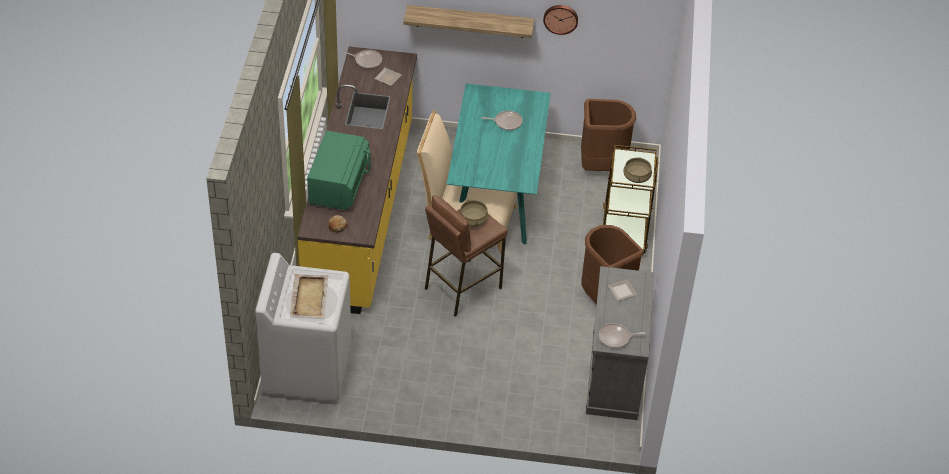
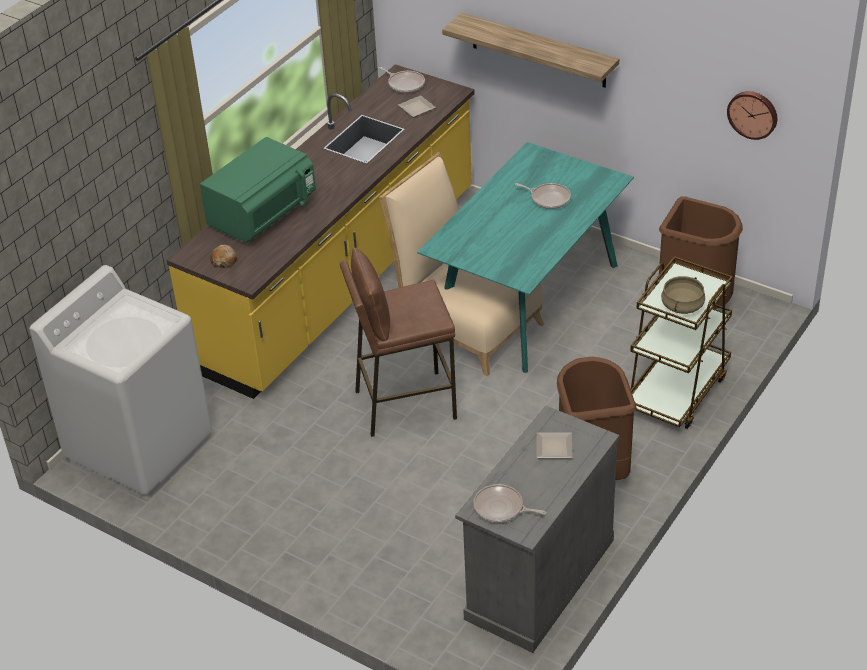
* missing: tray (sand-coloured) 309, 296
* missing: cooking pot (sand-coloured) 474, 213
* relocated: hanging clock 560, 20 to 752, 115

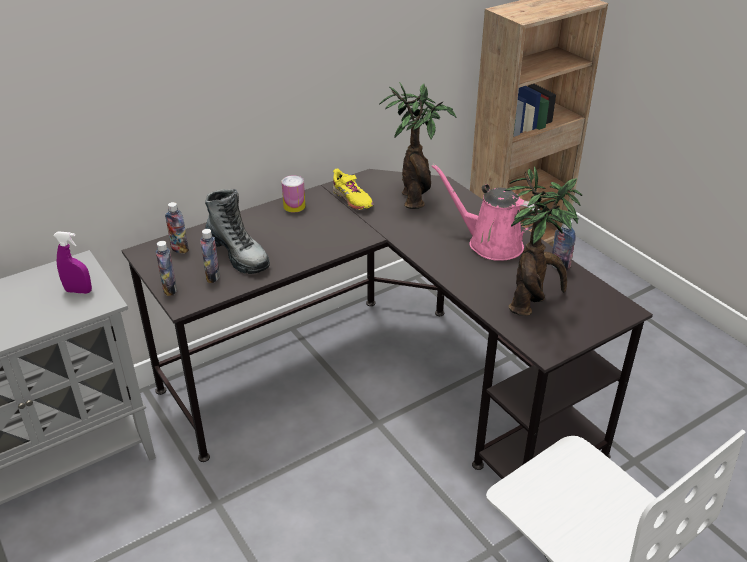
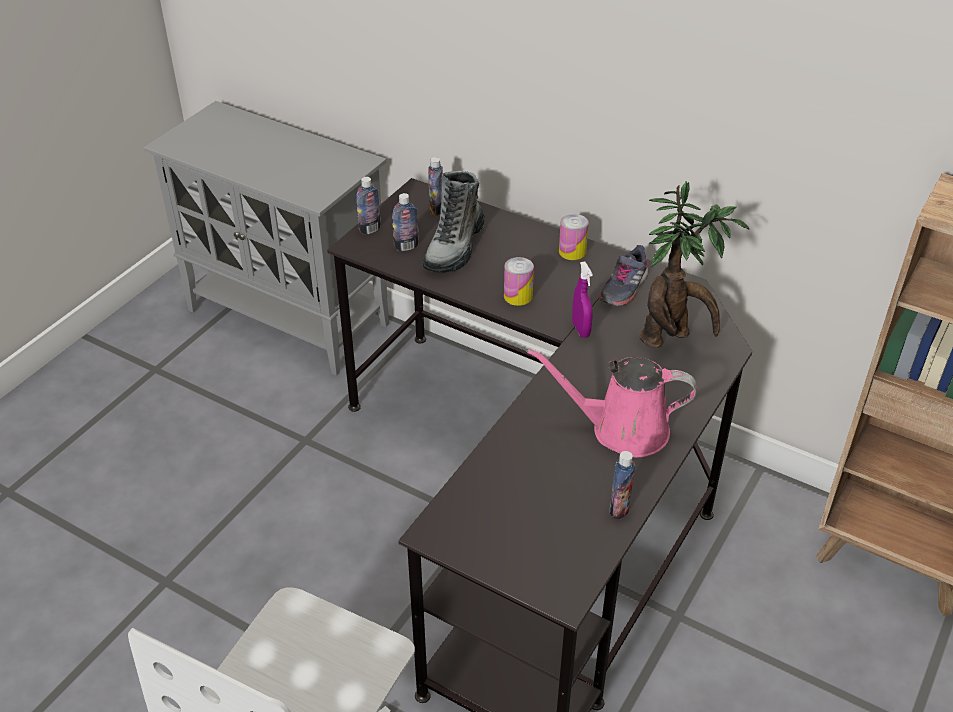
* relocated: spray bottle (purple-coloured) 72, 262 to 582, 299
* colour: shoe (yellow) 353, 189 to shoe (greyish) 623, 275
* spun: sprinkling can (pinkish) 486, 212 = 612, 402 90 degrees counterclockwise
* missing: plant in a pot 543, 241
* appeared: metal can 519, 281

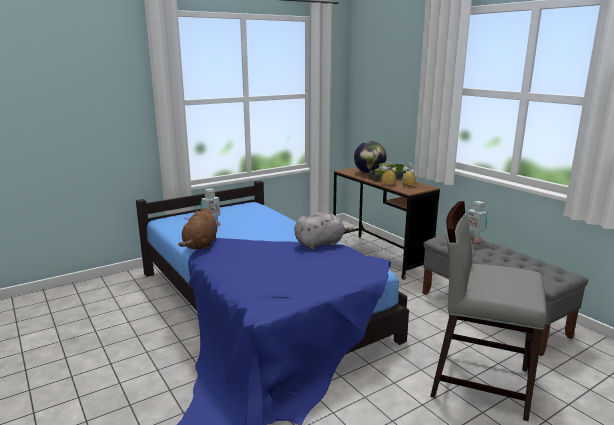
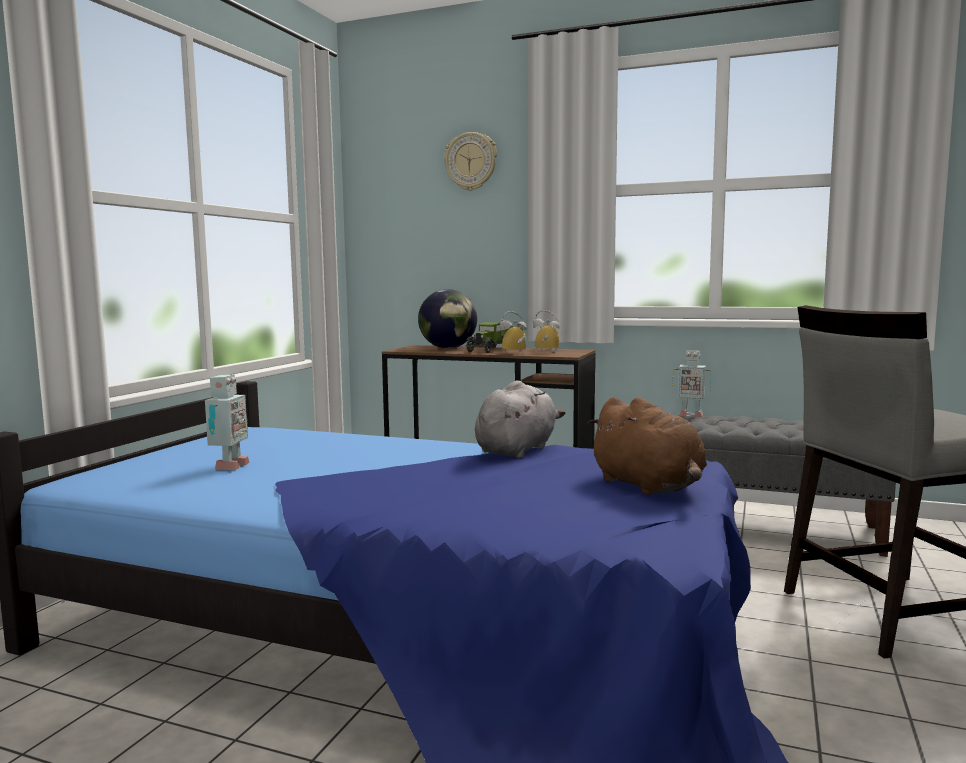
* relocated: cuddly toy (brownish) 197, 228 to 647, 446
* appeared: hanging clock 470, 161

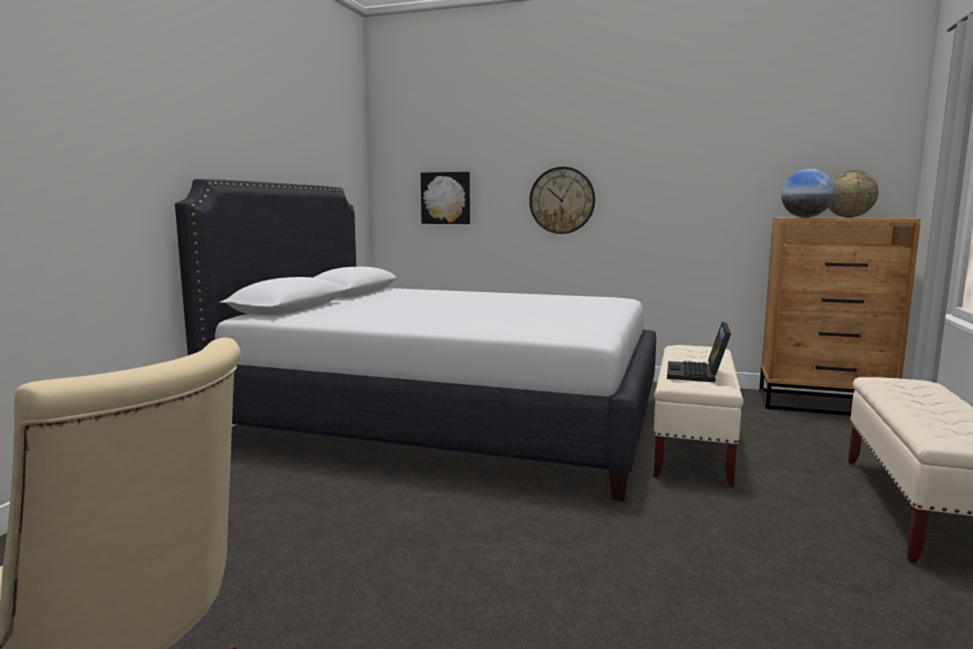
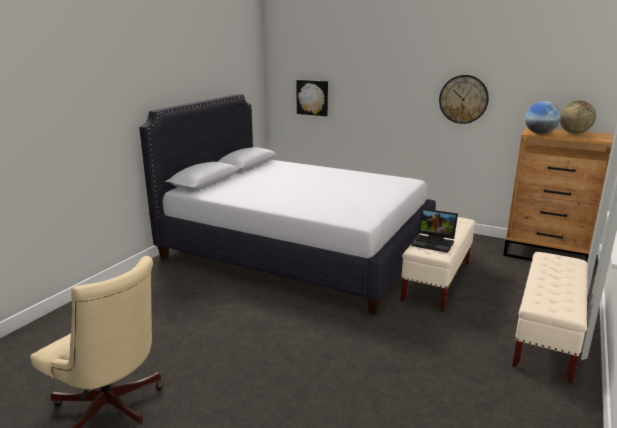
* relocated: hanging clock 562, 200 to 464, 99
* spun: notebook computer 699, 352 = 434, 230 90 degrees counterclockwise

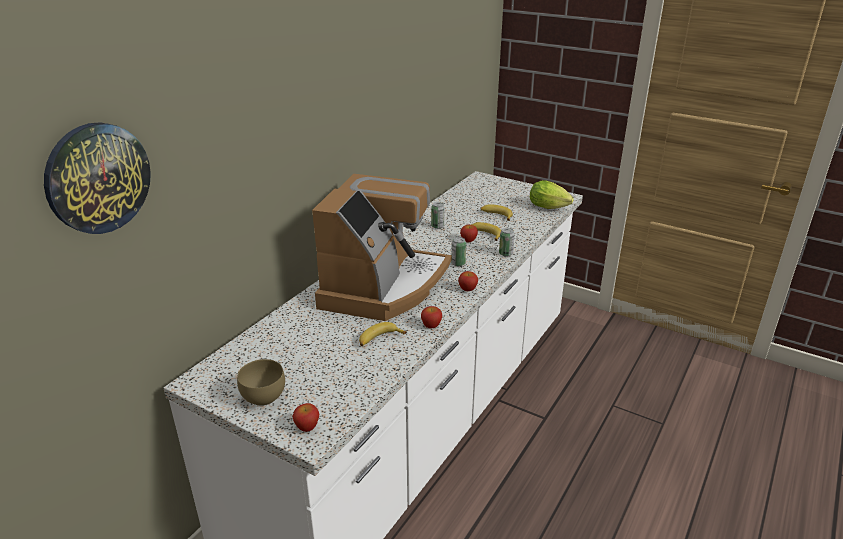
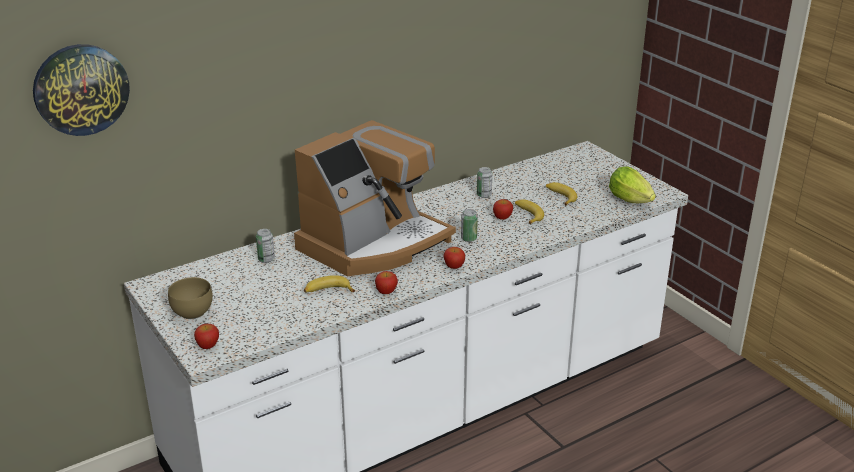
* relocated: metal can 507, 242 to 265, 246

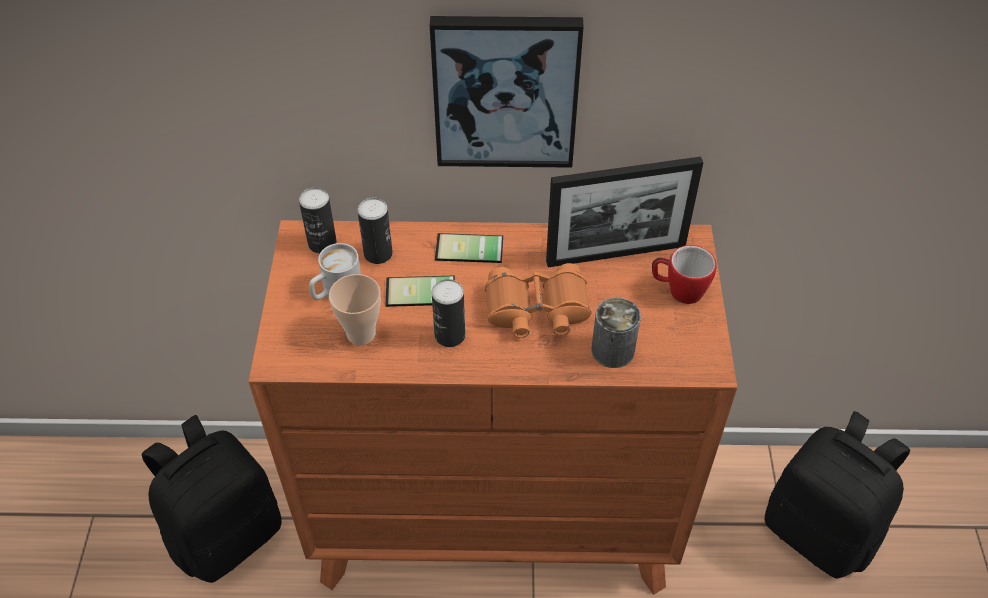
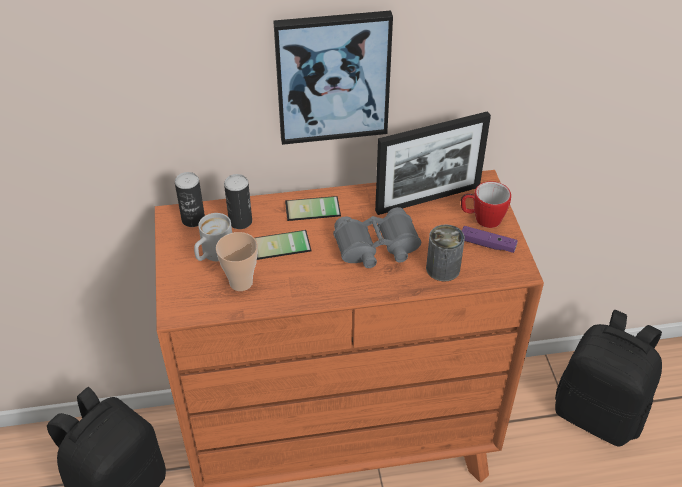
* missing: metal can 448, 313
* colour: binoculars (orangey) 538, 300 to binoculars (greyish) 377, 237
* appeared: joypad (purple-coloured) 490, 239

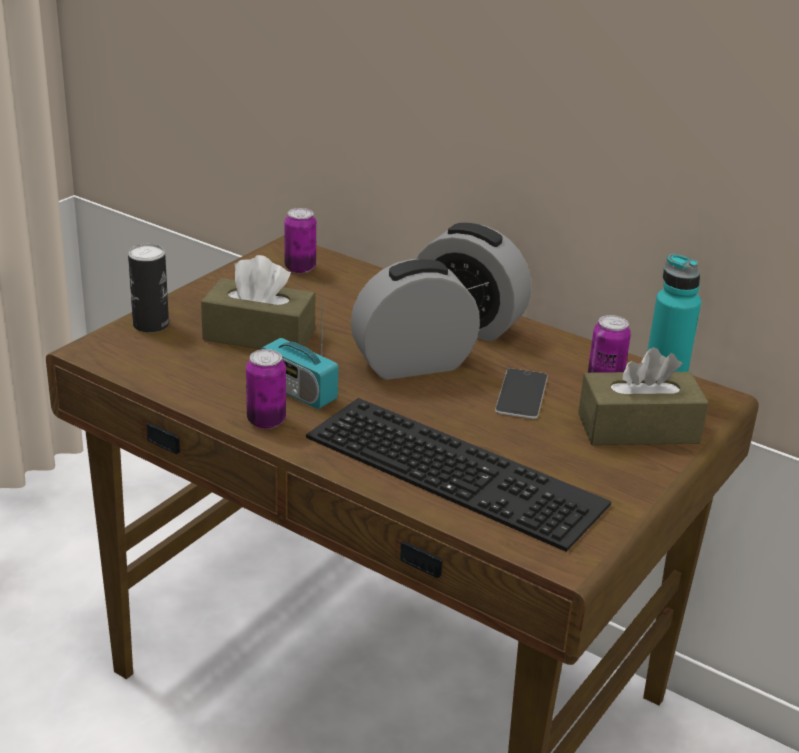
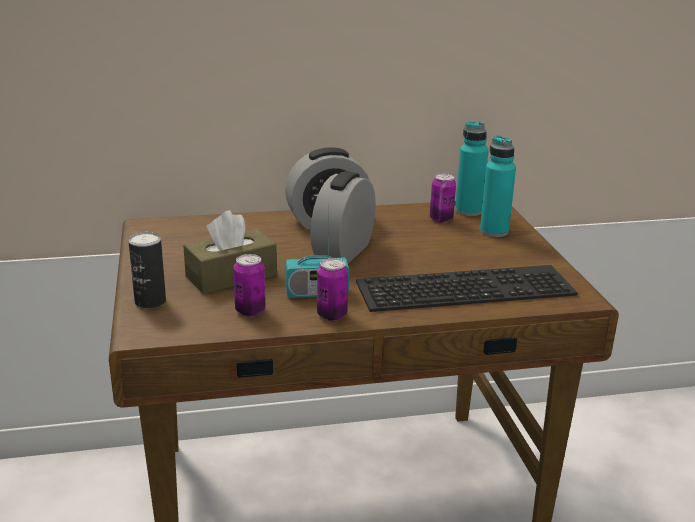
* relocated: metal can 301, 240 to 249, 285
* missing: handset 521, 393
* exchanged: tissue holder (brownish) 643, 396 to beverage bottle (blue-green) 498, 186

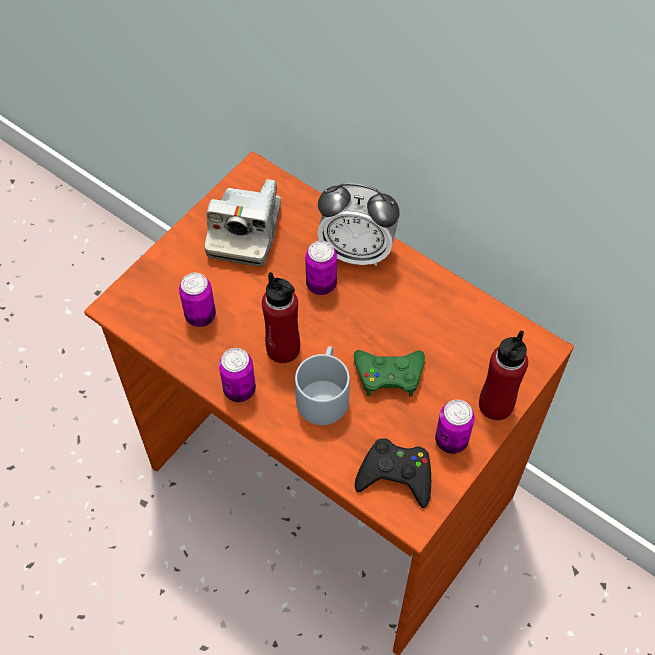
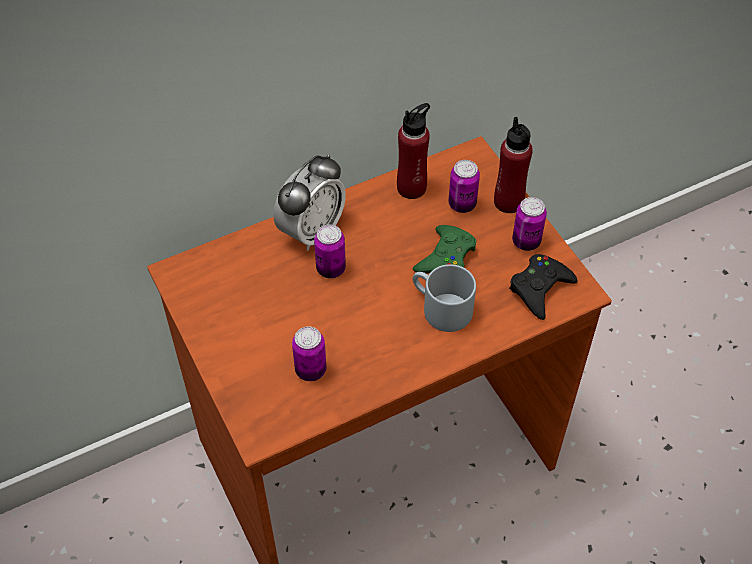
* missing: still camera 243, 223
* relocated: metal can 237, 375 to 464, 186
* relocated: beverage bottle (reddish) 281, 317 to 413, 151

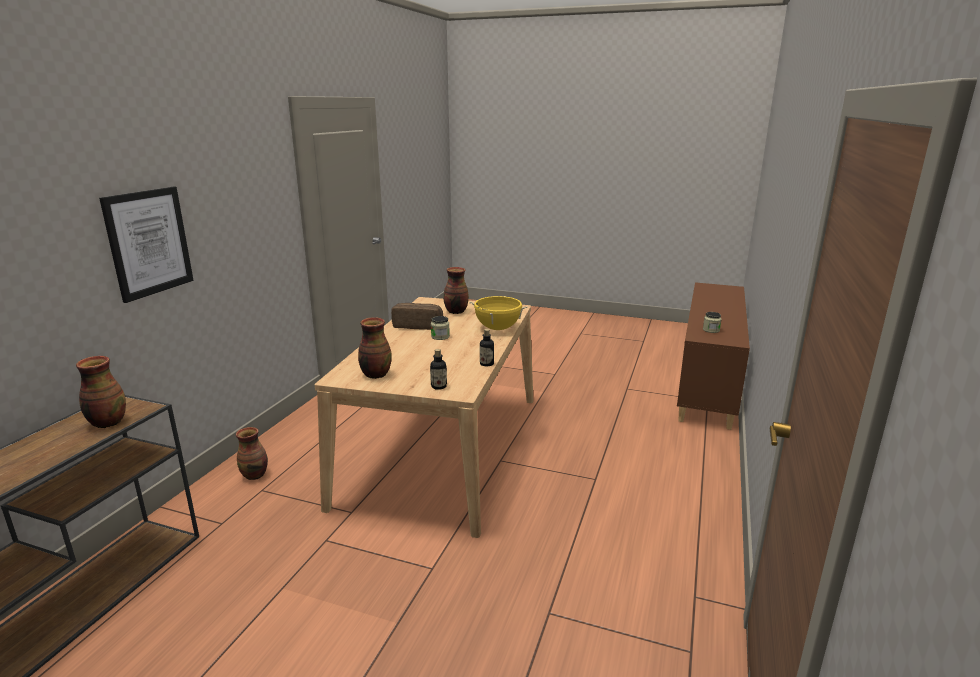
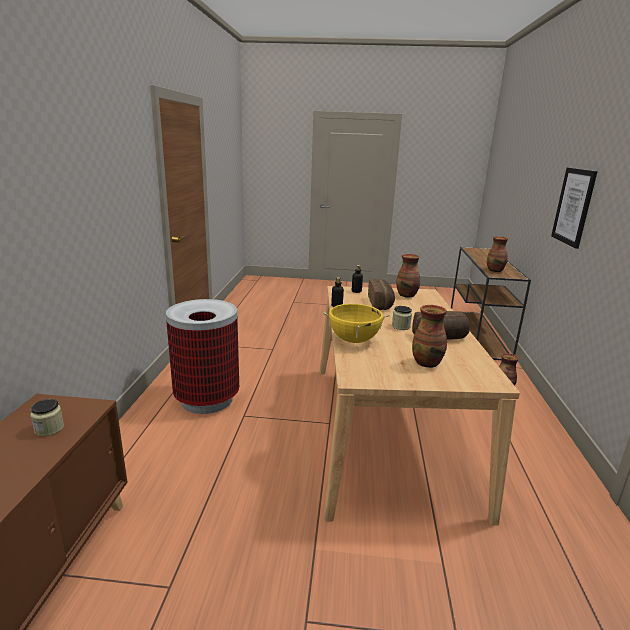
* appeared: waste bin 202, 356
* appeared: baked bread 381, 294

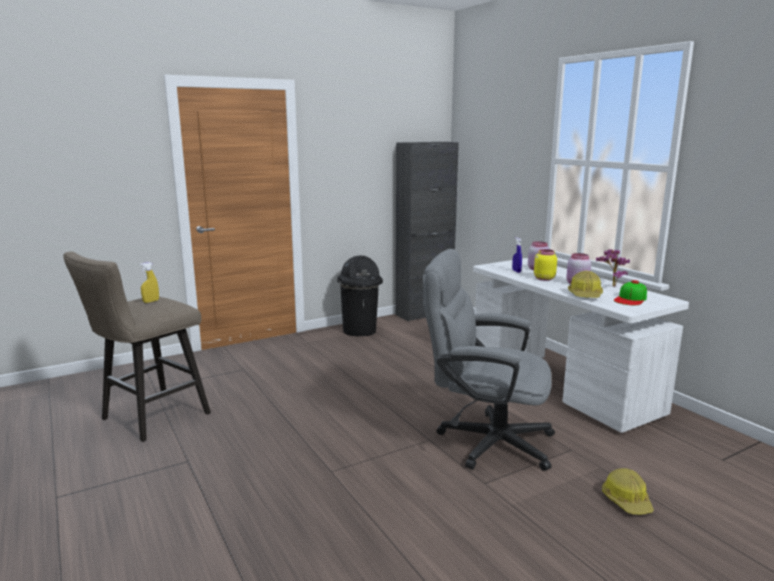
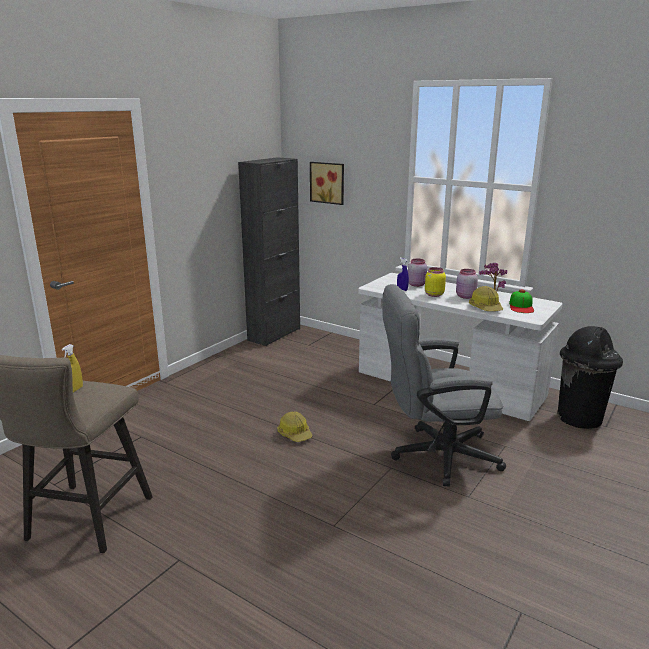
* relocated: waste bin (blackish) 360, 296 to 590, 377
* relocated: work helmet 628, 491 to 295, 426
* appeared: wall picture 327, 183

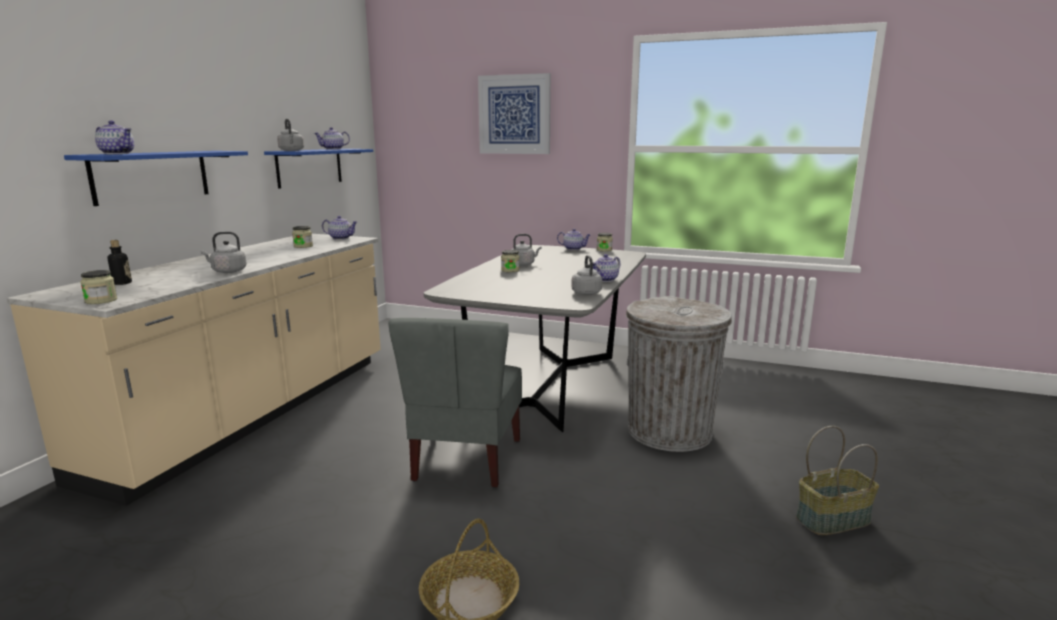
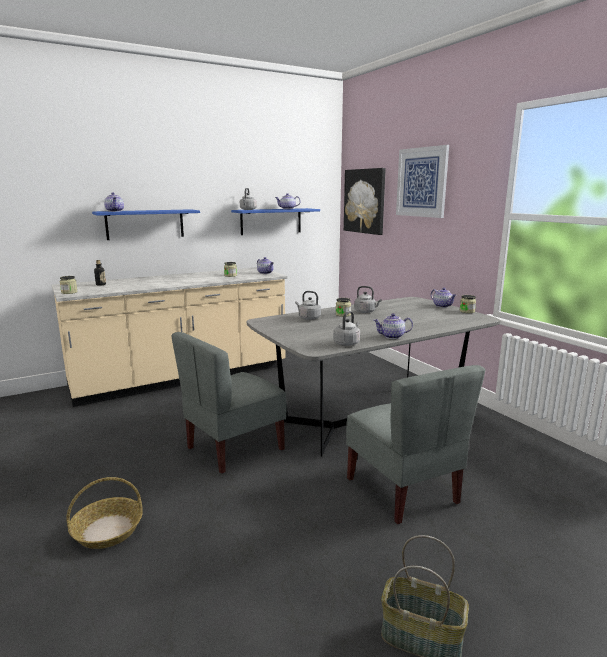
* relocated: kettle (greyish) 223, 252 to 308, 305
* exchanged: waste bin (greyish) 679, 374 to upright chair (greyish) 416, 444
* appeared: wall picture 365, 201

